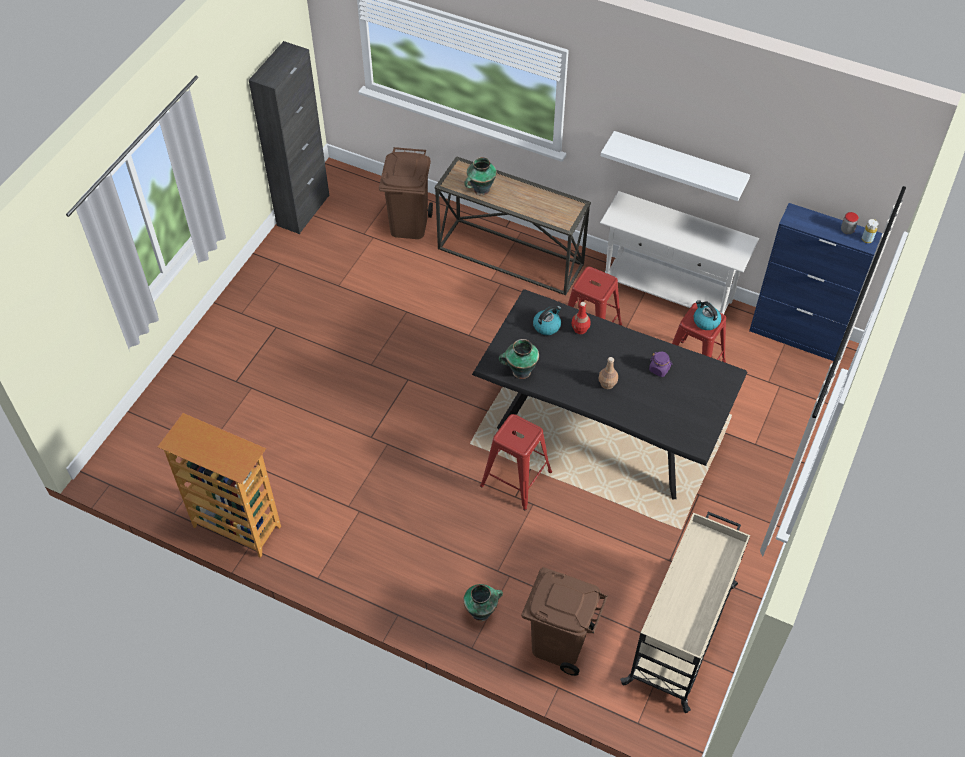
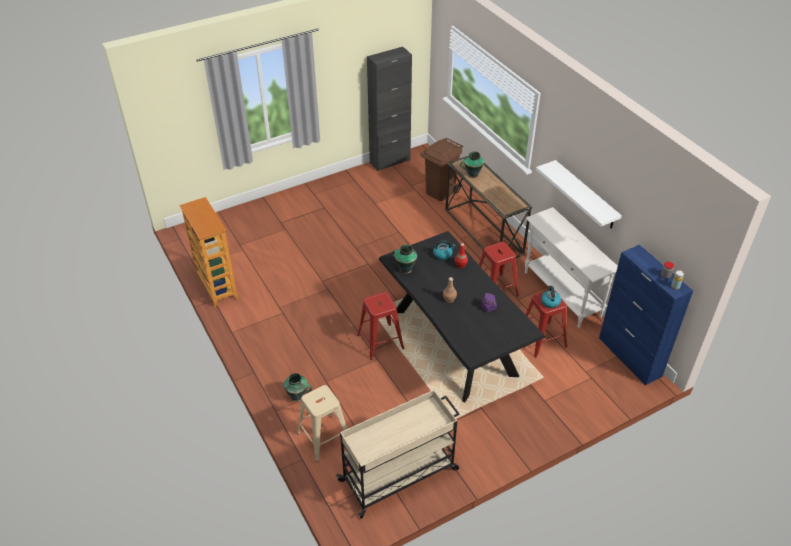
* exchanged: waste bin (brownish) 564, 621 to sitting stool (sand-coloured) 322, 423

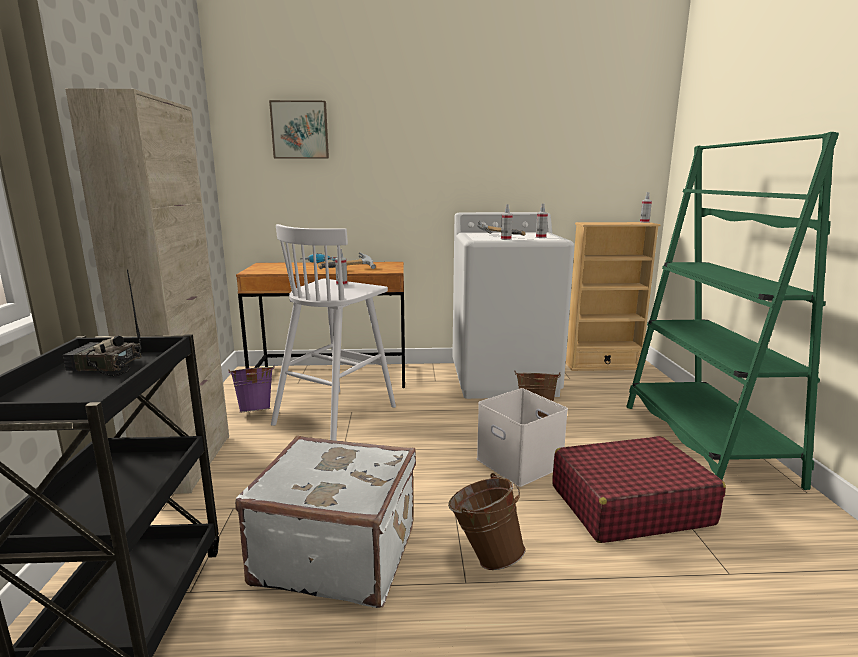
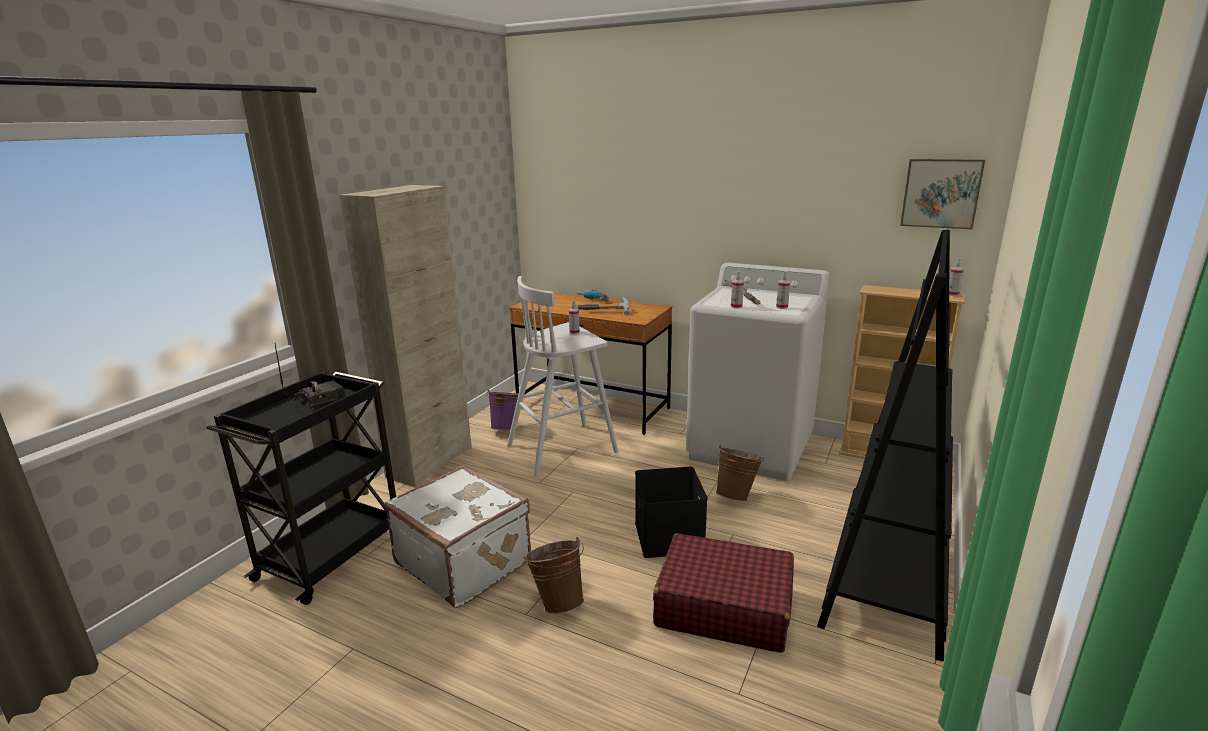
* spun: radio 102, 323 = 310, 375 105 degrees clockwise
* relocated: wall picture 299, 129 to 942, 194
* colour: storage container (white-coloured) 522, 437 to storage container (blackish) 671, 512
* colour: bookcase (green-coloured) 732, 311 to bookcase (blackish) 885, 446

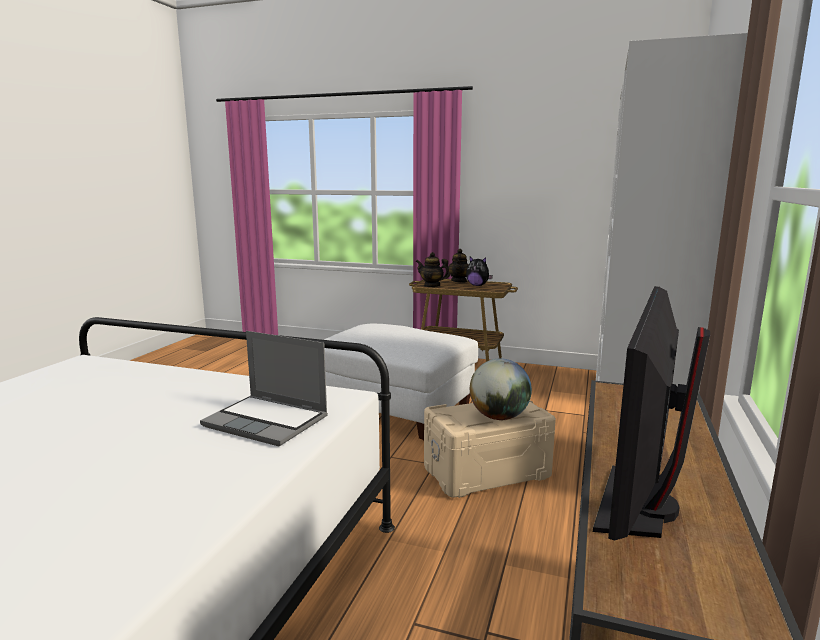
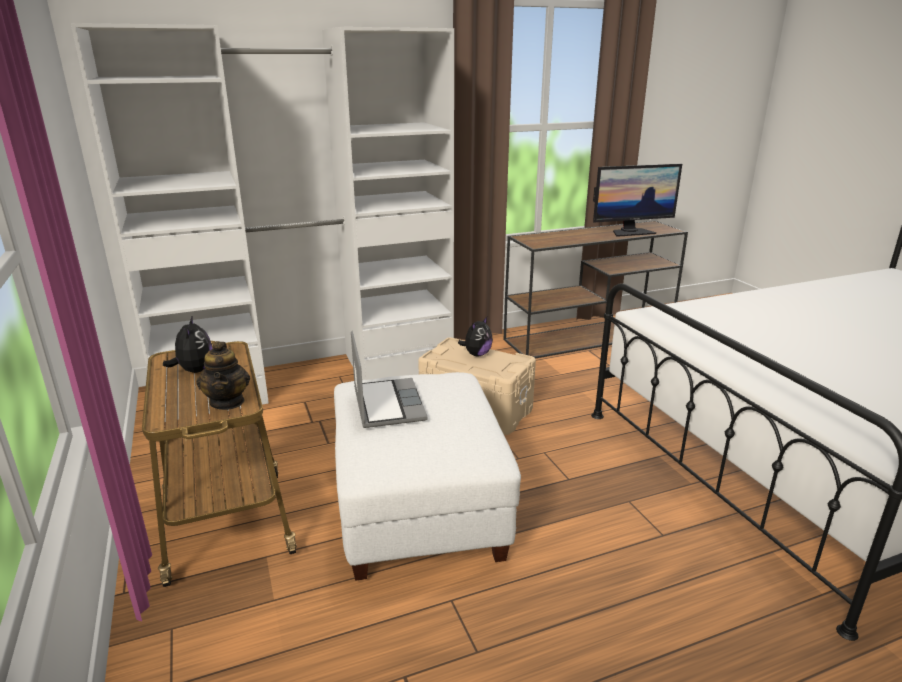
* relocated: notebook computer 264, 388 to 389, 379
* missing: teapot 458, 266
* exchanged: desk globe 501, 389 to cuddly toy 475, 336

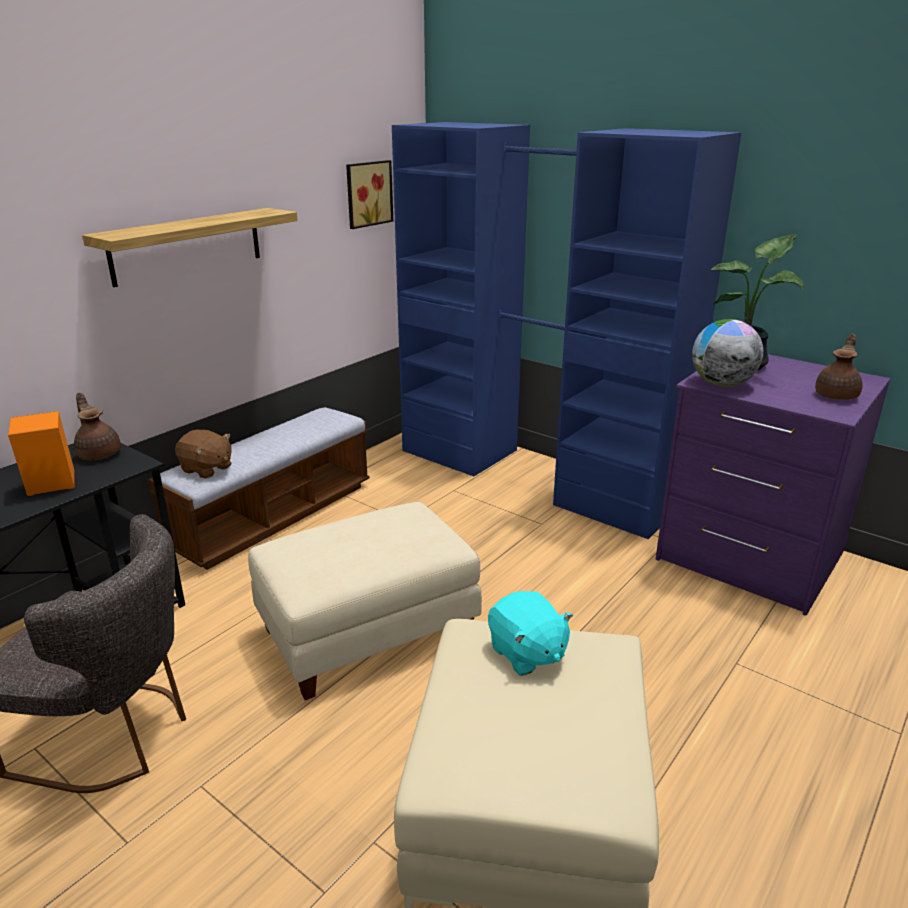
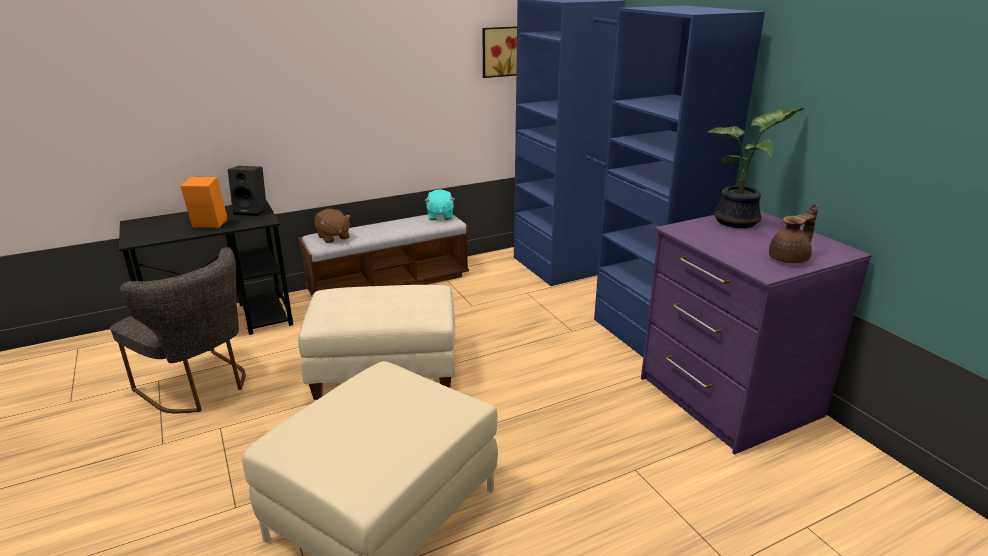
* exchanged: teapot (brownish) 97, 426 to speaker (blackish) 247, 191
* missing: shelf 190, 247
* relocated: cuddly toy (blue-green) 530, 633 to 440, 204
* missing: desk globe 727, 353

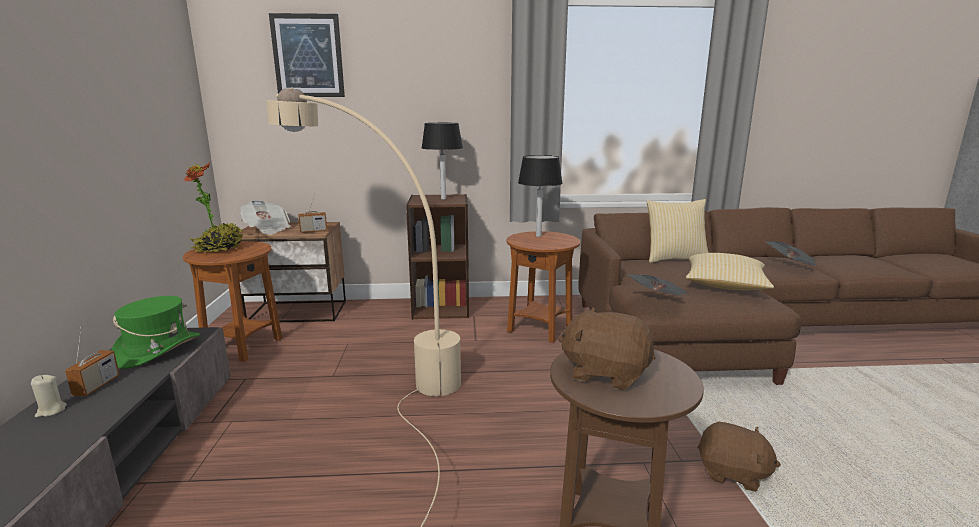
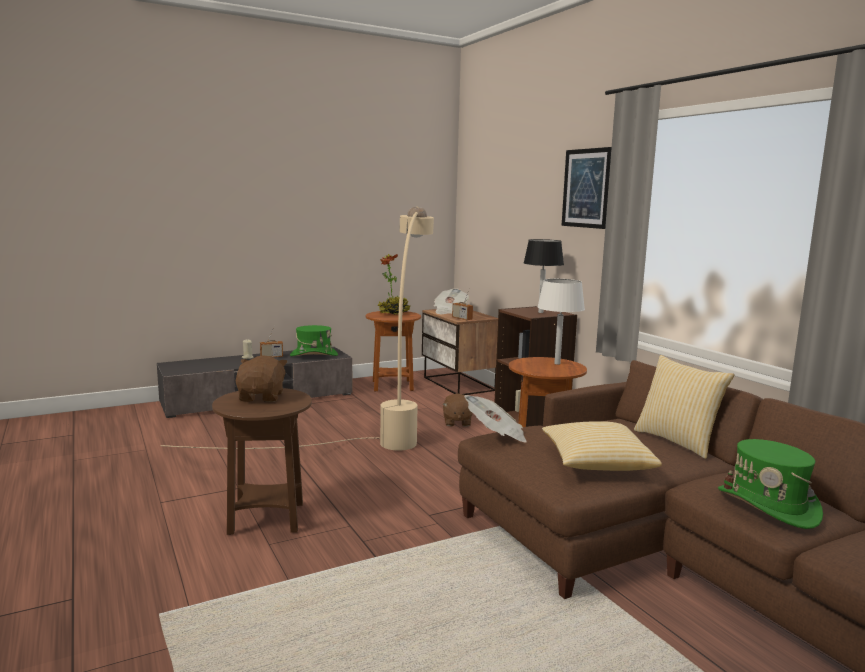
* relocated: wall picture 307, 55 to 587, 188
* colour: lamp for a table (blackish) 540, 196 to lamp for a table (white-coloured) 561, 322
* relocated: cuddly toy (brownish) 739, 456 to 458, 410
* exchanged: newspaper 791, 253 to clothing hat (green-coloured) 770, 484

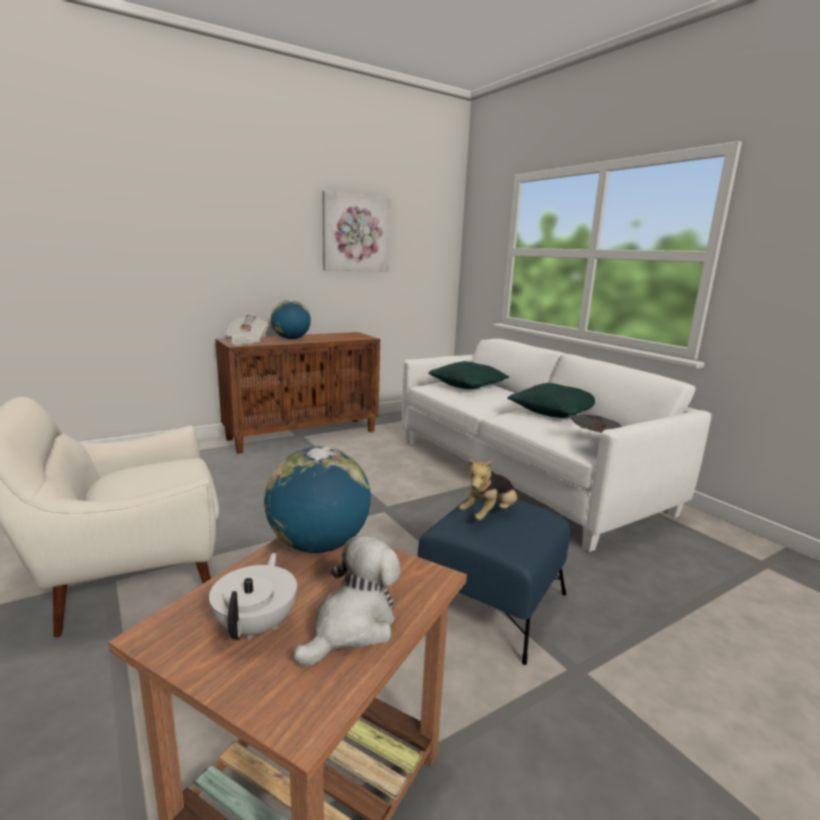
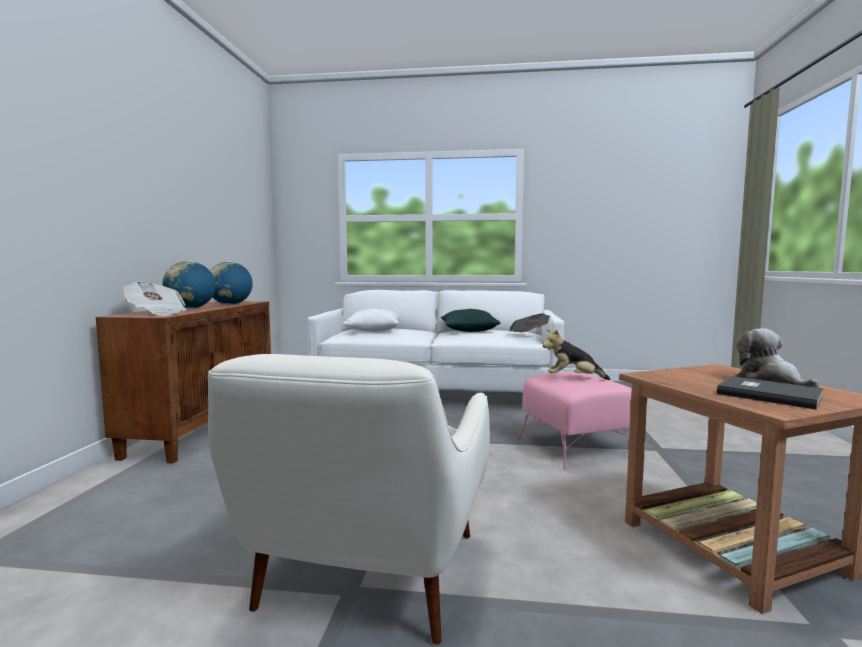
* exchanged: teapot (white-coloured) 253, 596 to book (greyish) 770, 393
* relocated: desk globe 317, 500 to 231, 283
* missing: wall picture 357, 231
* colour: pouffe (bluish) 494, 581 to pouffe (pinkish) 582, 421
* colour: cushion (green-coloured) 468, 375 to cushion (white-coloured) 372, 320
* spun: cuddly toy 488, 490 = 576, 354 105 degrees clockwise

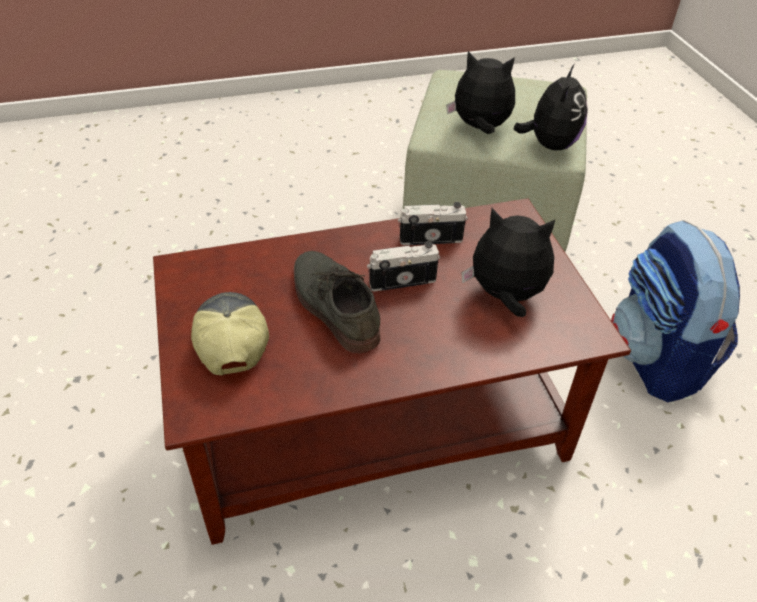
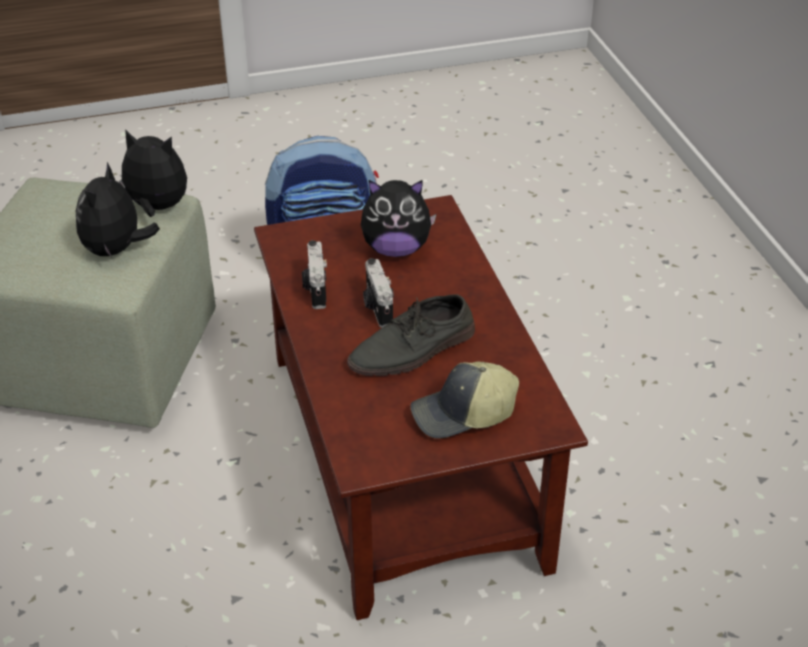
* spun: cuddly toy 508, 262 = 398, 218 105 degrees counterclockwise

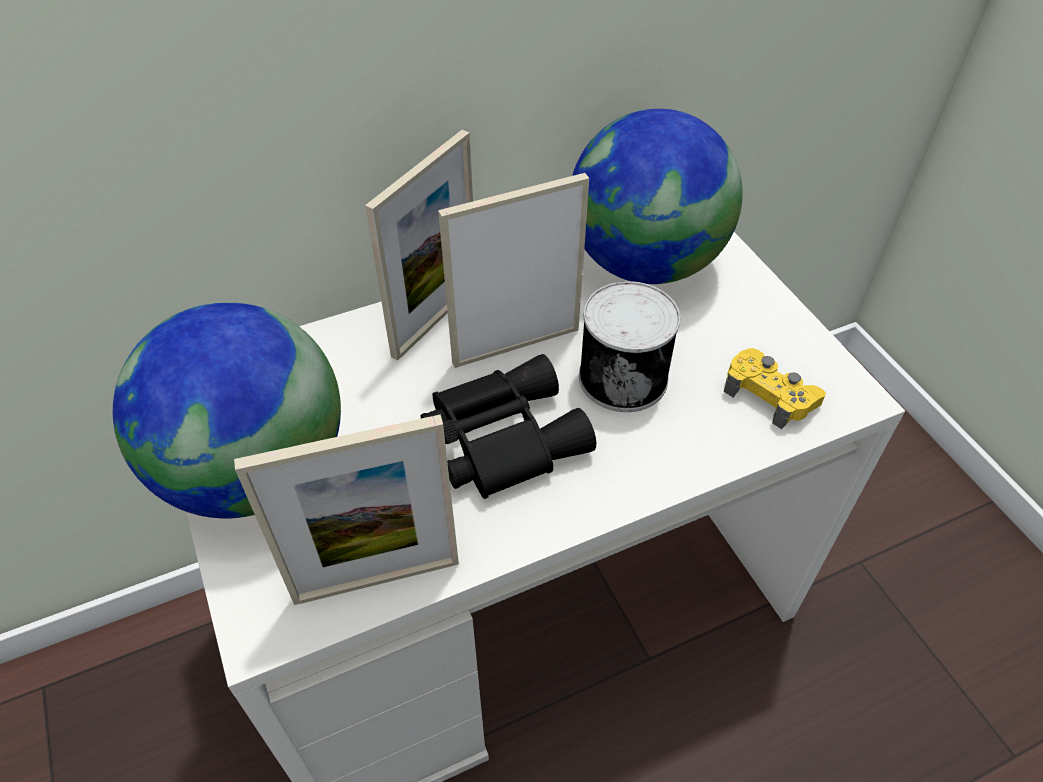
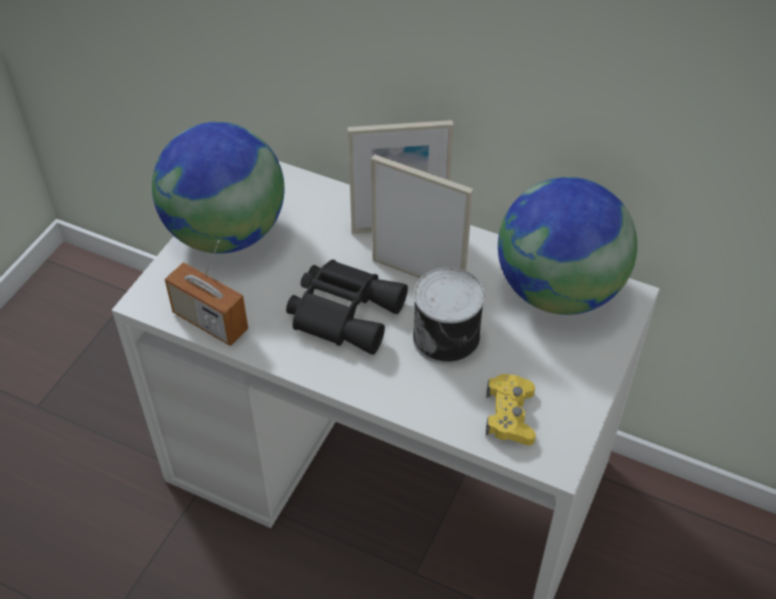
* exchanged: picture frame 346, 509 to radio 206, 293

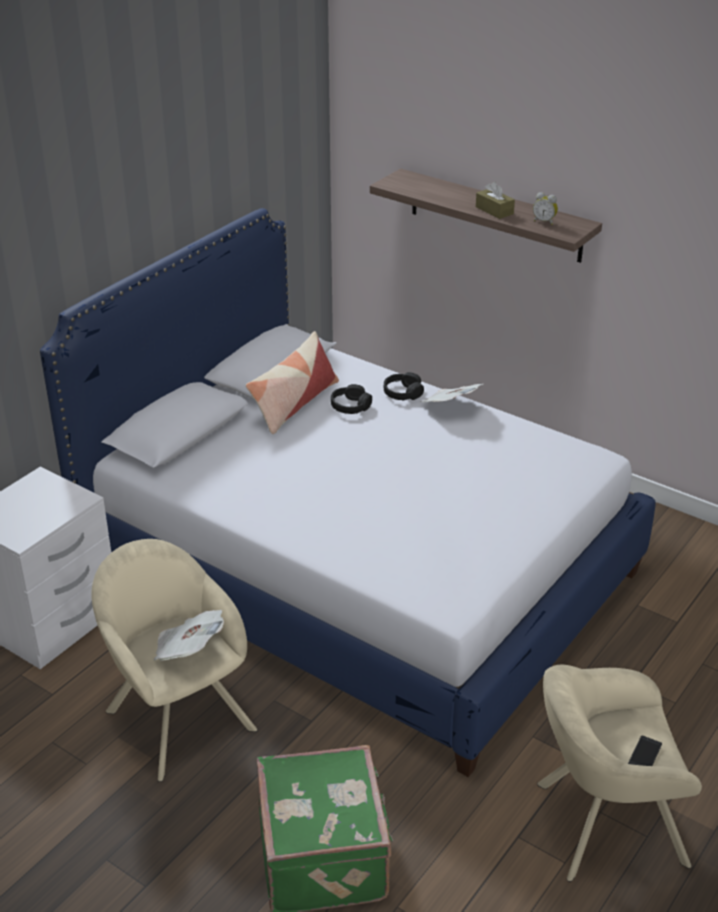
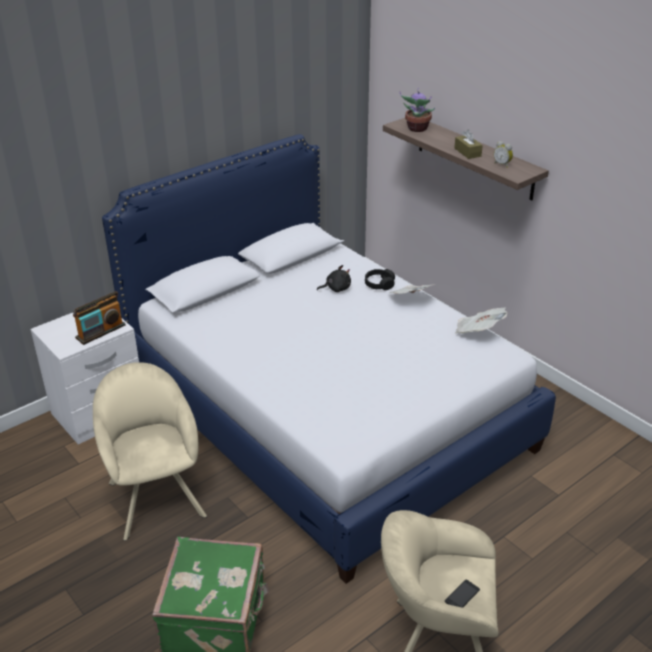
* relocated: newspaper 189, 635 to 481, 320
* missing: cushion 292, 382
* exchanged: pair of headphones (blackish) 351, 399 to cuddly toy (blackish) 334, 278
* appeared: radio 99, 318
* appeared: plant in a pot 417, 110

